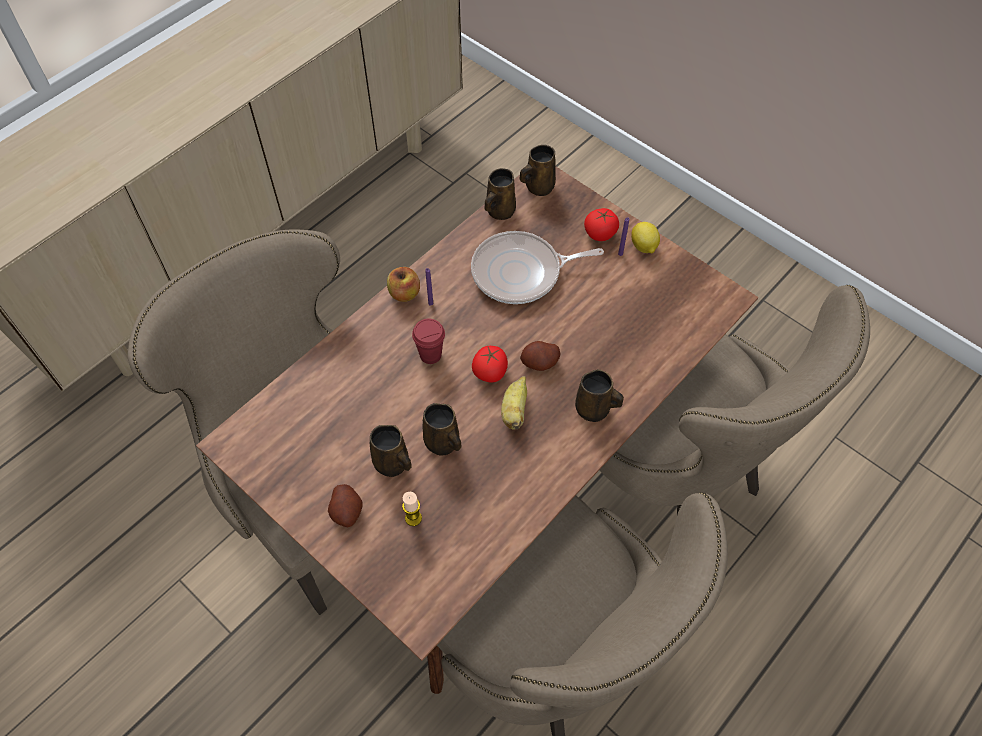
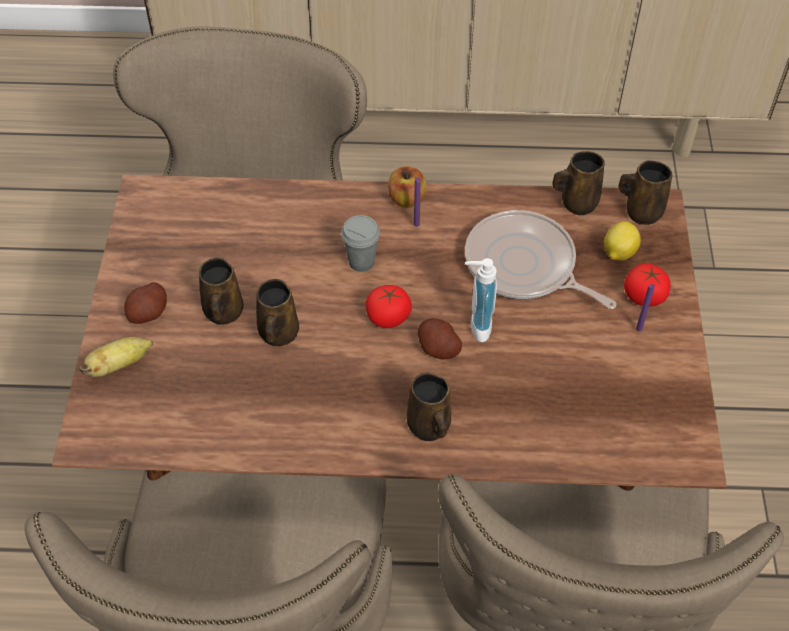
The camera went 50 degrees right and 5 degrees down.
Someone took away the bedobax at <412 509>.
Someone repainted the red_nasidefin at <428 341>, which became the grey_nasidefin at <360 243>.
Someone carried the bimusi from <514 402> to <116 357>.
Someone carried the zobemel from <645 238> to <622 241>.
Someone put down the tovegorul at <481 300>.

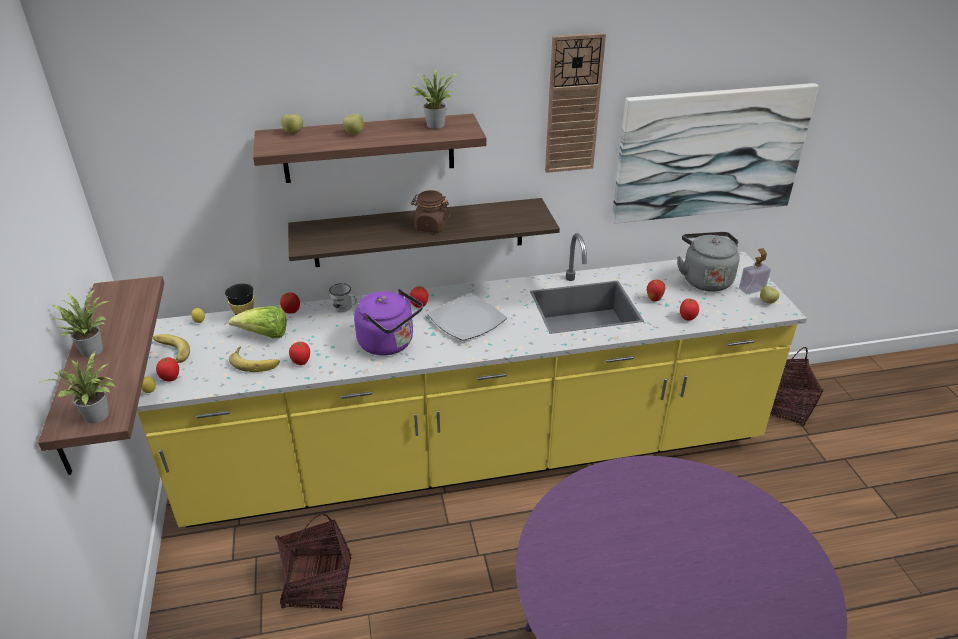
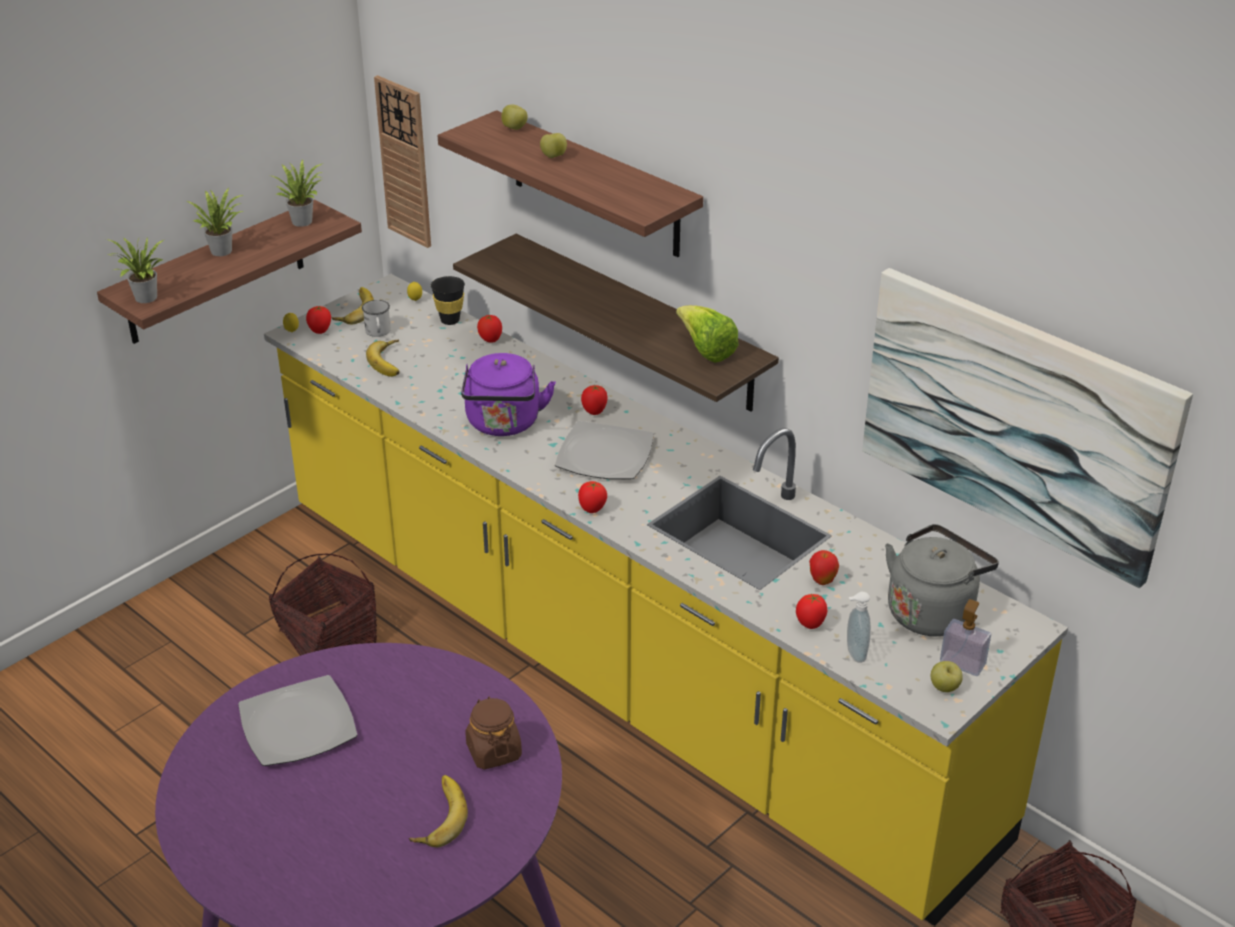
The camera went 55 degrees right and 0 degrees up.
Someone carried the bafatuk from <258 322> to <707 334>.
Someone carried the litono from <299 353> to <592 497>.
Someone carried the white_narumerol from <343 297> to <376 318>.
Someone carried the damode from <434 99> to <297 193>.
Someone carried the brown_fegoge from <430 211> to <493 733>.
Someone carried the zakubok from <575 103> to <402 161>.
Someone put down the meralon at <298 720>.
Someone put down the bimusi at <438 811>.
Someone put down the tovegorul at <859 627>.

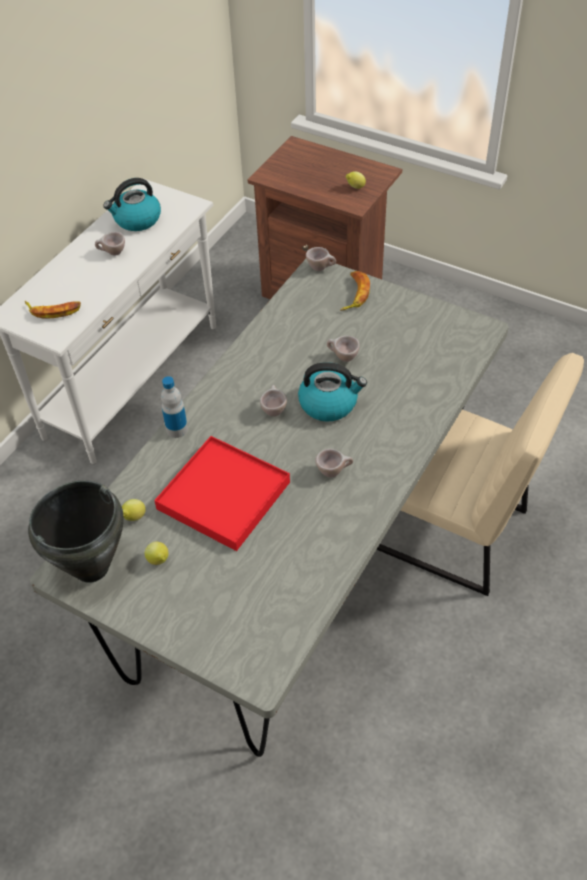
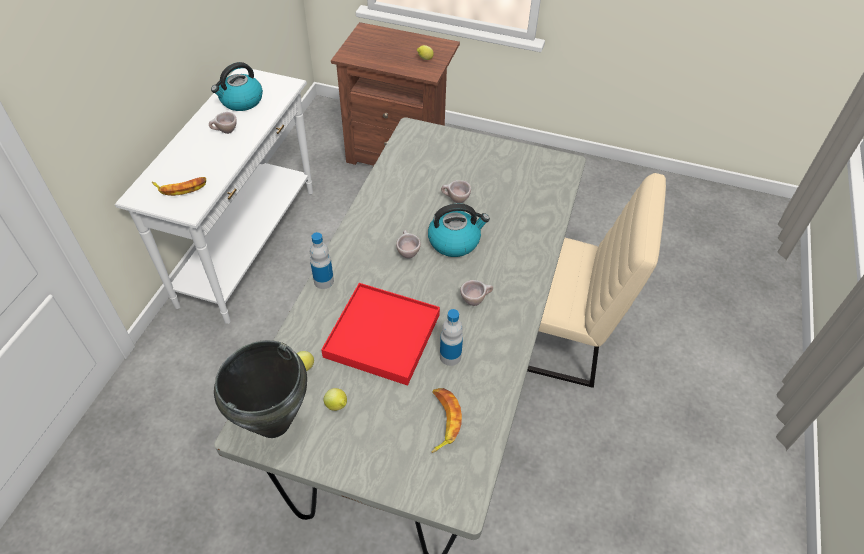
The camera went 15 degrees left and 0 degrees up.
Someone took away the beige_nasidefin at <321 259>.
Someone carried the bimusi from <355 291> to <446 420>.
Someone put down the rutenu at <451 337>.

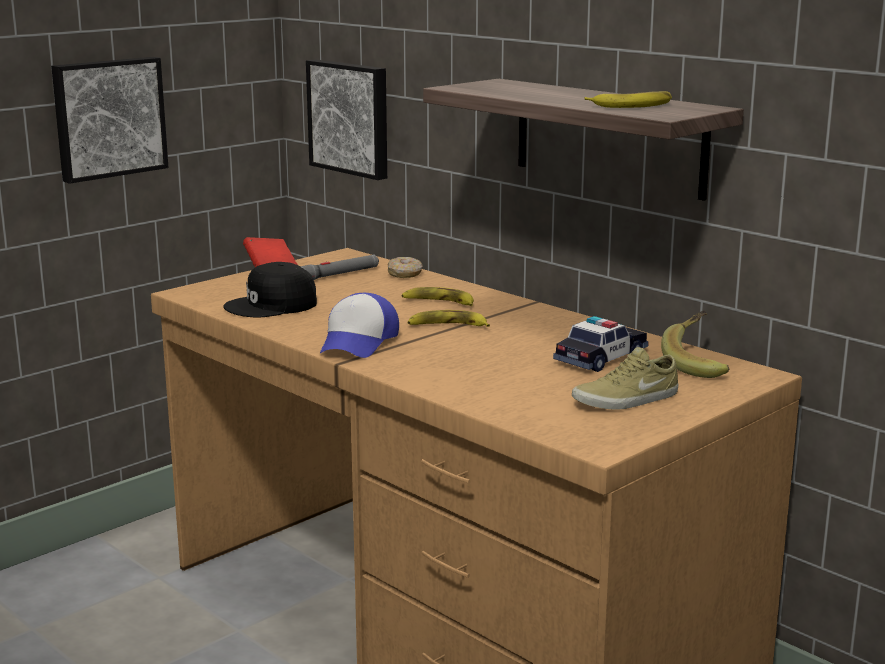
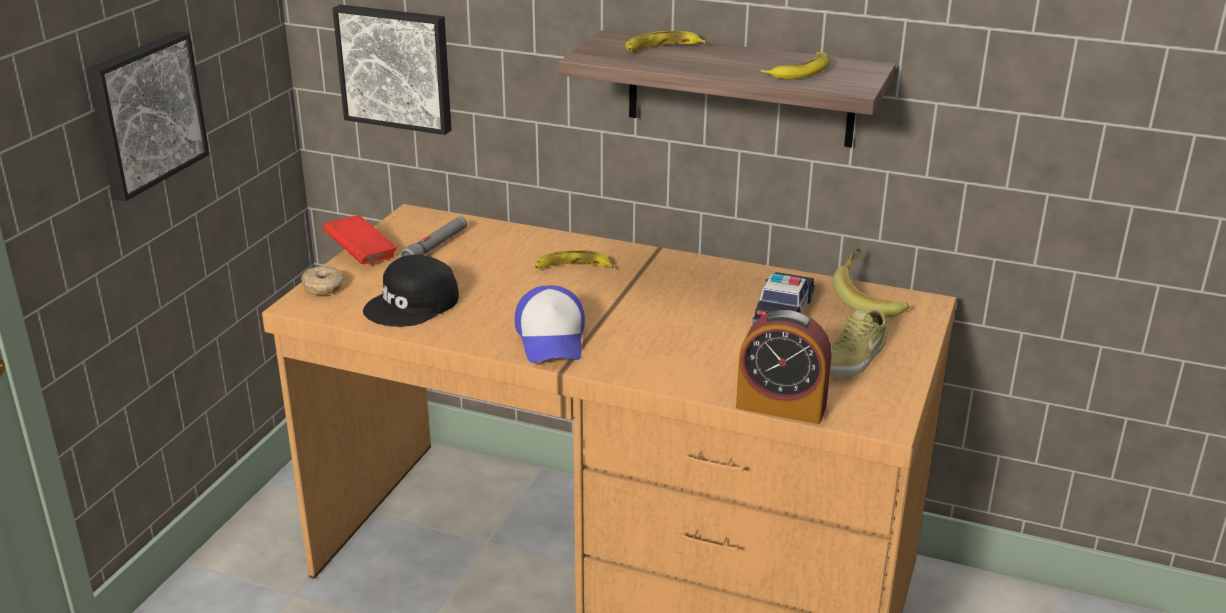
The camera went 25 degrees left and 10 degrees up.
Someone carried the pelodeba from <405 267> to <322 280>.
Someone carried the bimusi from <448 318> to <666 41>.
Someone put down the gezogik at <784 367>.

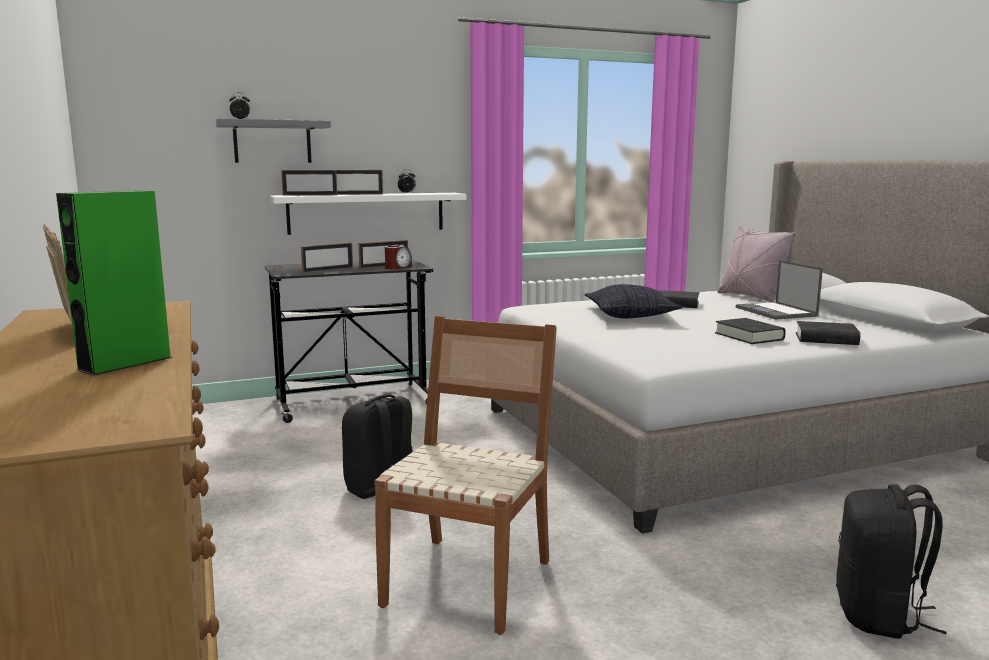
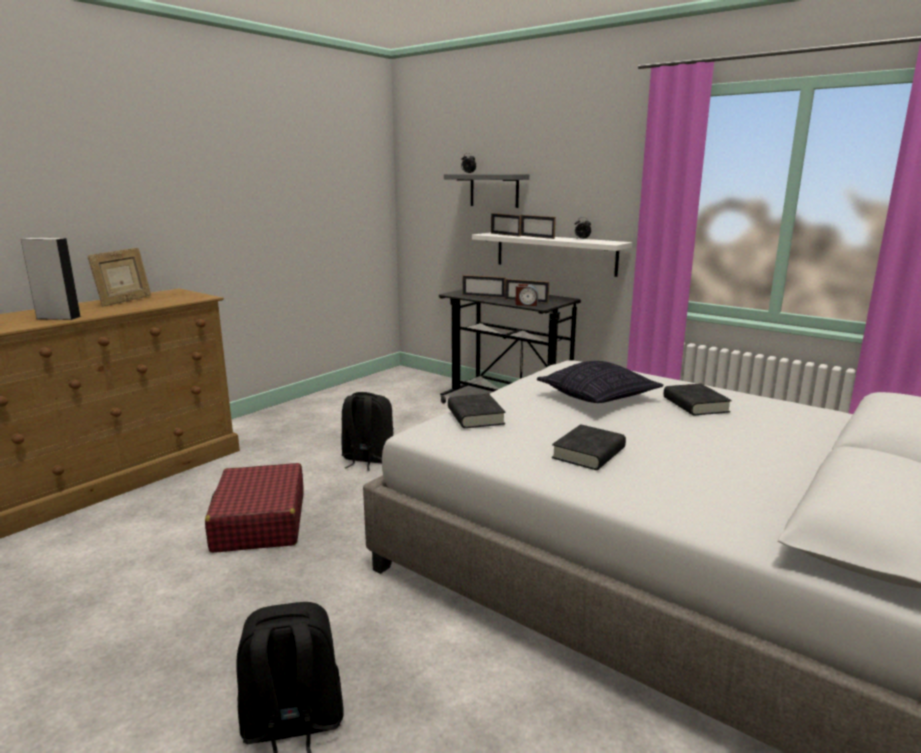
The camera went 60 degrees right and 5 degrees up.
Someone repainted the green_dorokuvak at <114 283>, which became the grey_dorokuvak at <51 279>.
Someone swapped the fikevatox at <466 475> for the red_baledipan at <254 508>.
Someone took away the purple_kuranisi at <756 264>.
Someone took away the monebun at <779 290>.
Someone carried the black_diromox from <828 333> to <476 411>.

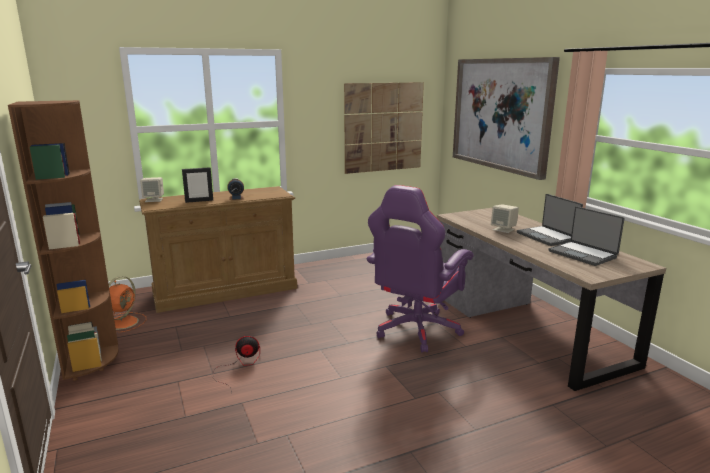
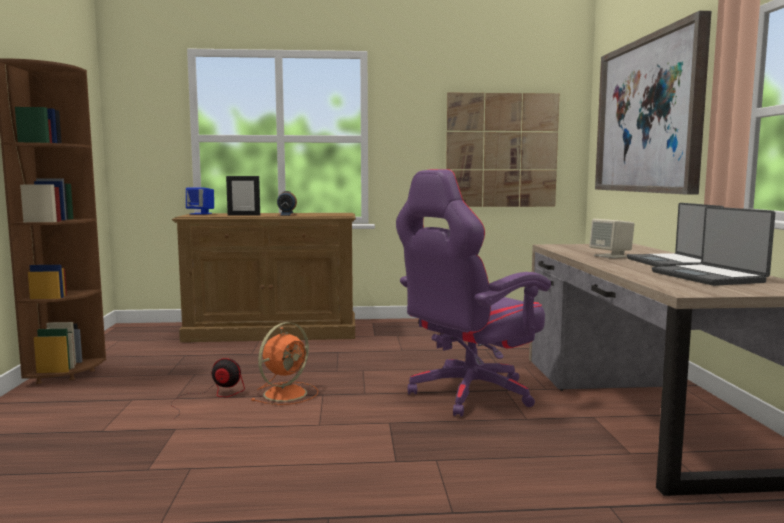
The camera went 20 degrees right and 10 degrees down.
Someone carried the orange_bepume from <127 304> to <285 363>.
Someone repainted the beige_dorokuvak at <152 189>, which became the blue_dorokuvak at <200 201>.

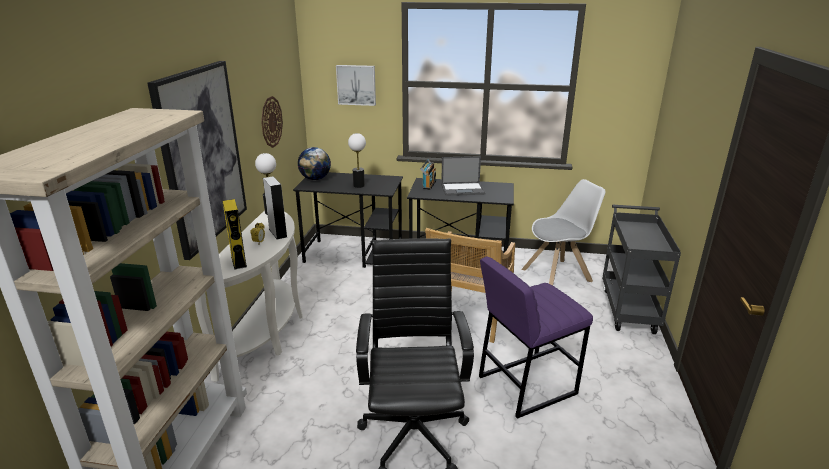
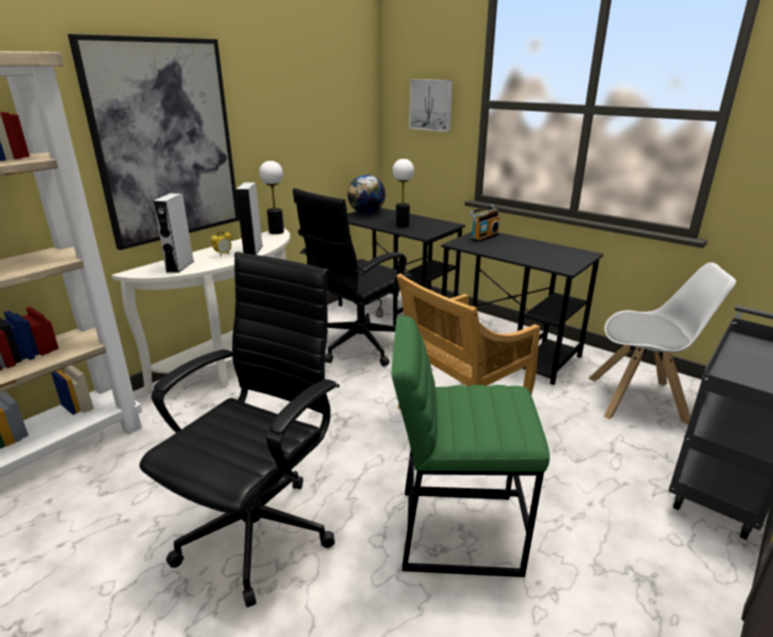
The camera went 30 degrees right and 0 degrees up.
Someone repainted the yellow_dorokuvak at <234 234>, which became the grey_dorokuvak at <173 233>.
Someone took away the zakubok at <272 122>.
Someone took away the monebun at <463 176>.
Someone repainted the purple_fikevatox at <536 338>, which became the green_fikevatox at <470 446>.
Someone put down the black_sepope at <353 277>.

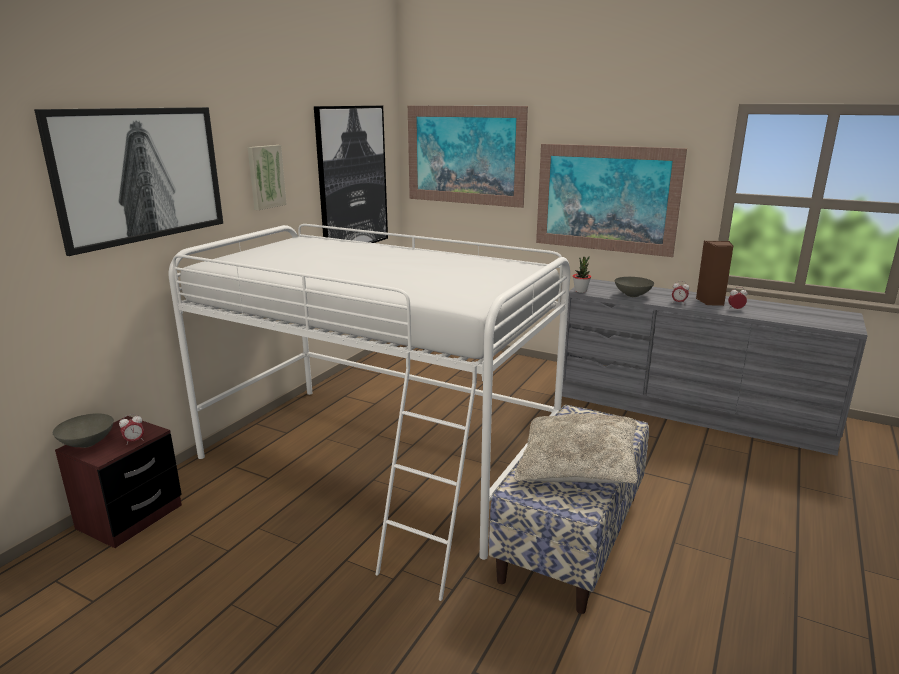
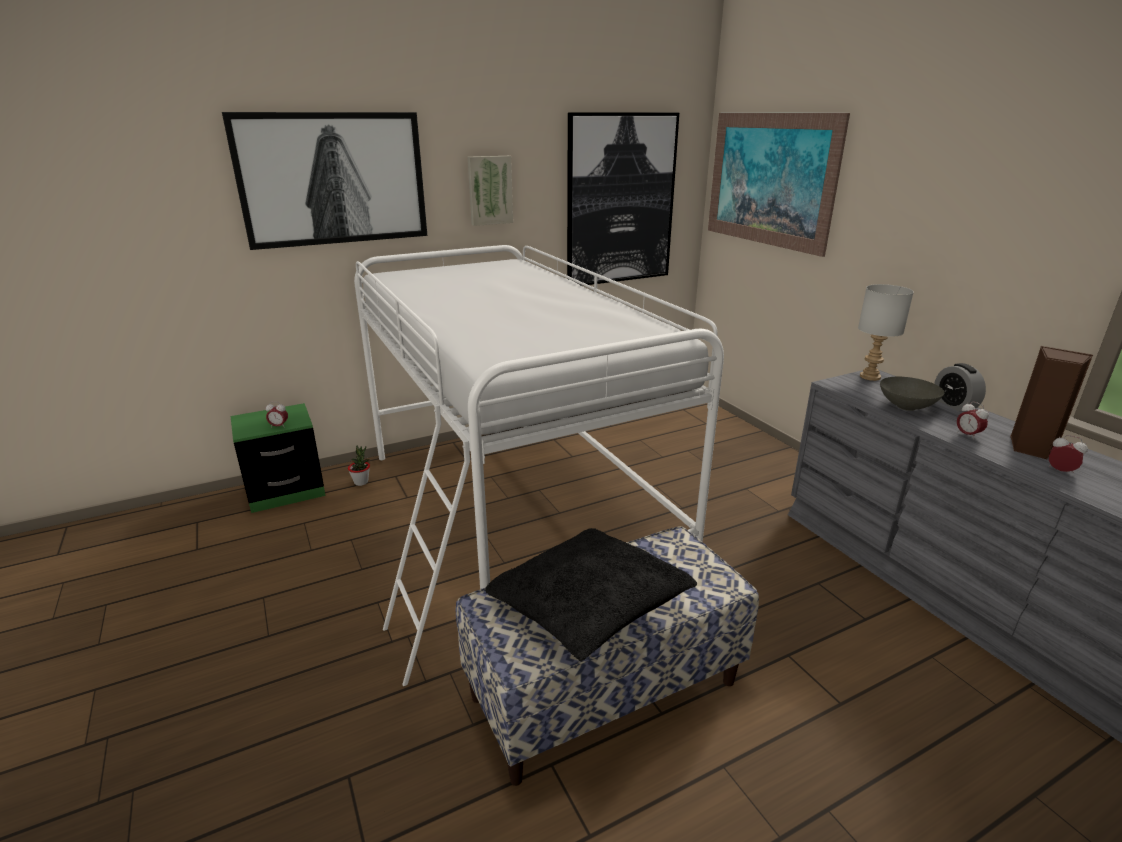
The camera went 35 degrees right and 5 degrees up.
Someone took away the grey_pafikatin at <83 430>.
Someone repainted the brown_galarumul at <118 482>, which became the green_galarumul at <278 458>.
Someone repainted the beige_kuranisi at <576 449>, which became the black_kuranisi at <591 594>.
Someone took away the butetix at <611 200>.
Someone carried the damode from <582 274> to <359 466>.
Someone put down the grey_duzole at <886 332>.
Someone put down the gezogik at <960 387>.

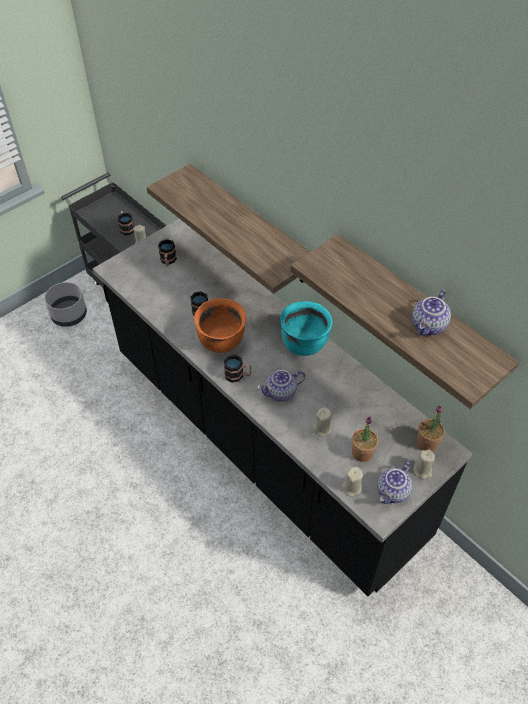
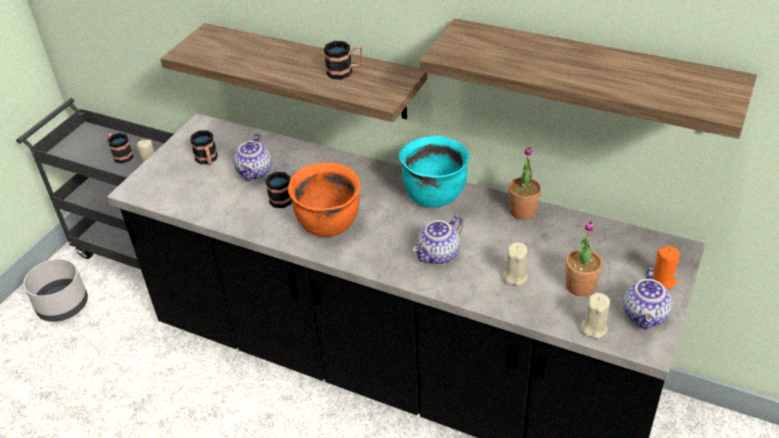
The camera went 20 degrees left and 10 degrees down.
Someone carried the narumerol from <238 369> to <343 60>.
Someone carried the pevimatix from <431 312> to <253 157>.
Someone repainted the beige_bedobax at <424 464>, which became the orange_bedobax at <666 267>.
Someone carried the damode from <431 428> to <524 183>.

